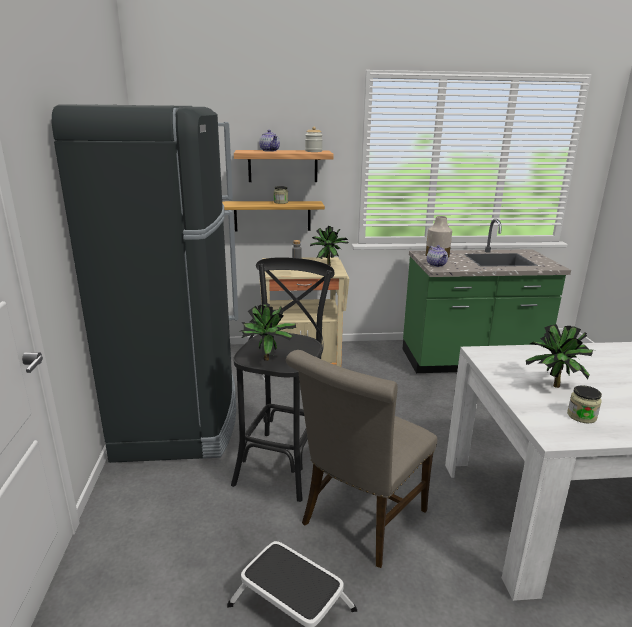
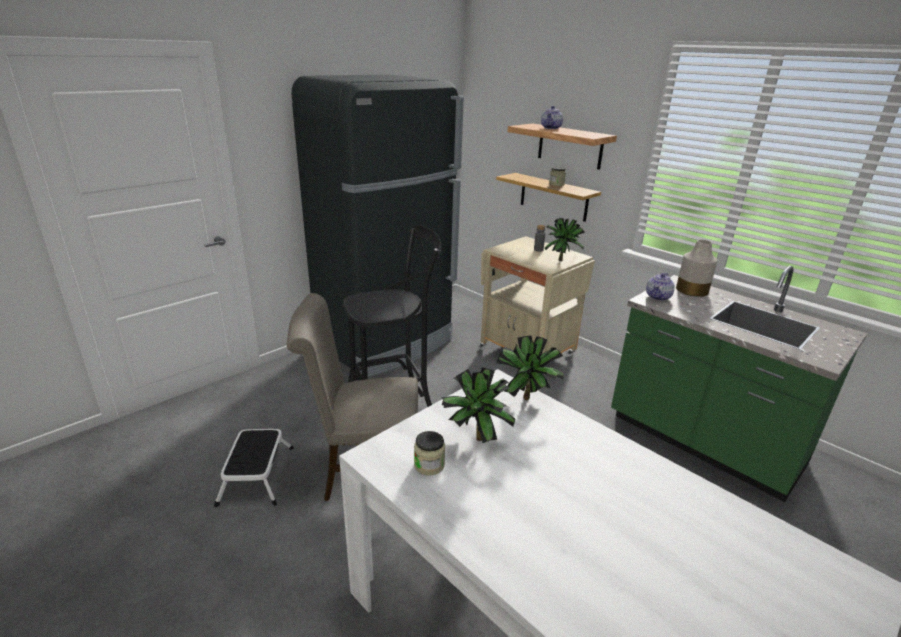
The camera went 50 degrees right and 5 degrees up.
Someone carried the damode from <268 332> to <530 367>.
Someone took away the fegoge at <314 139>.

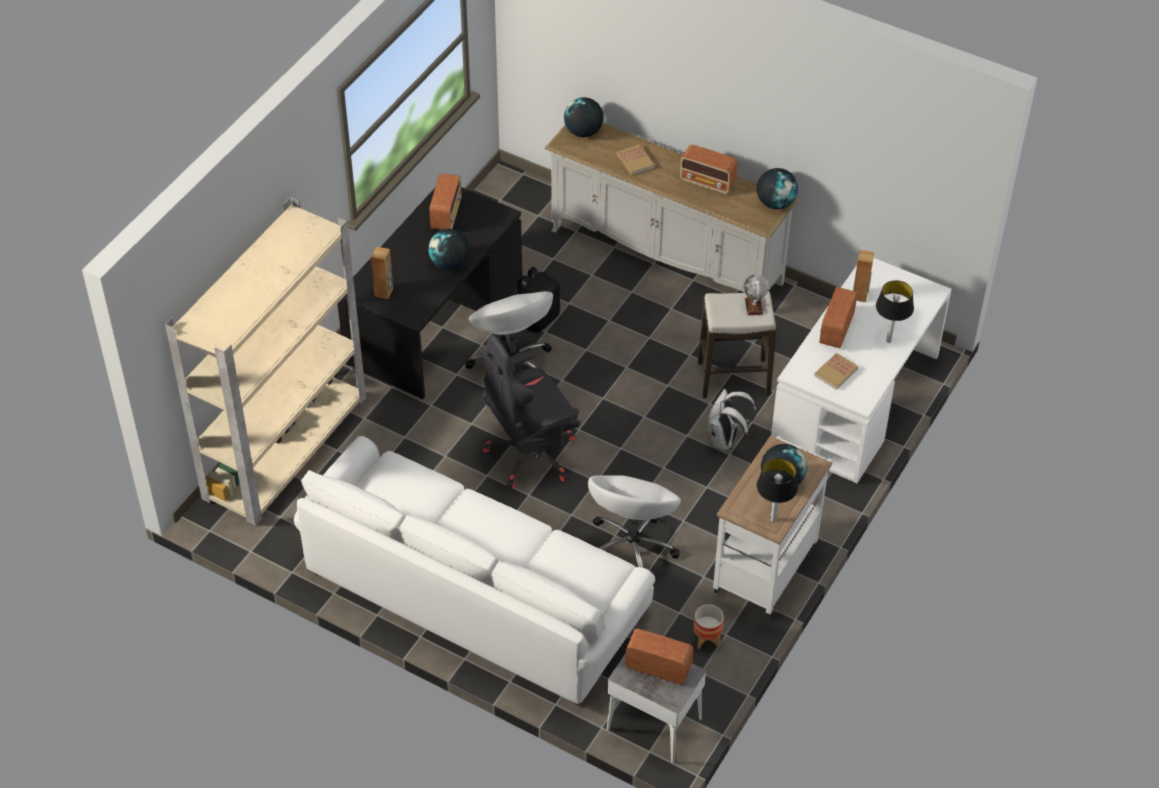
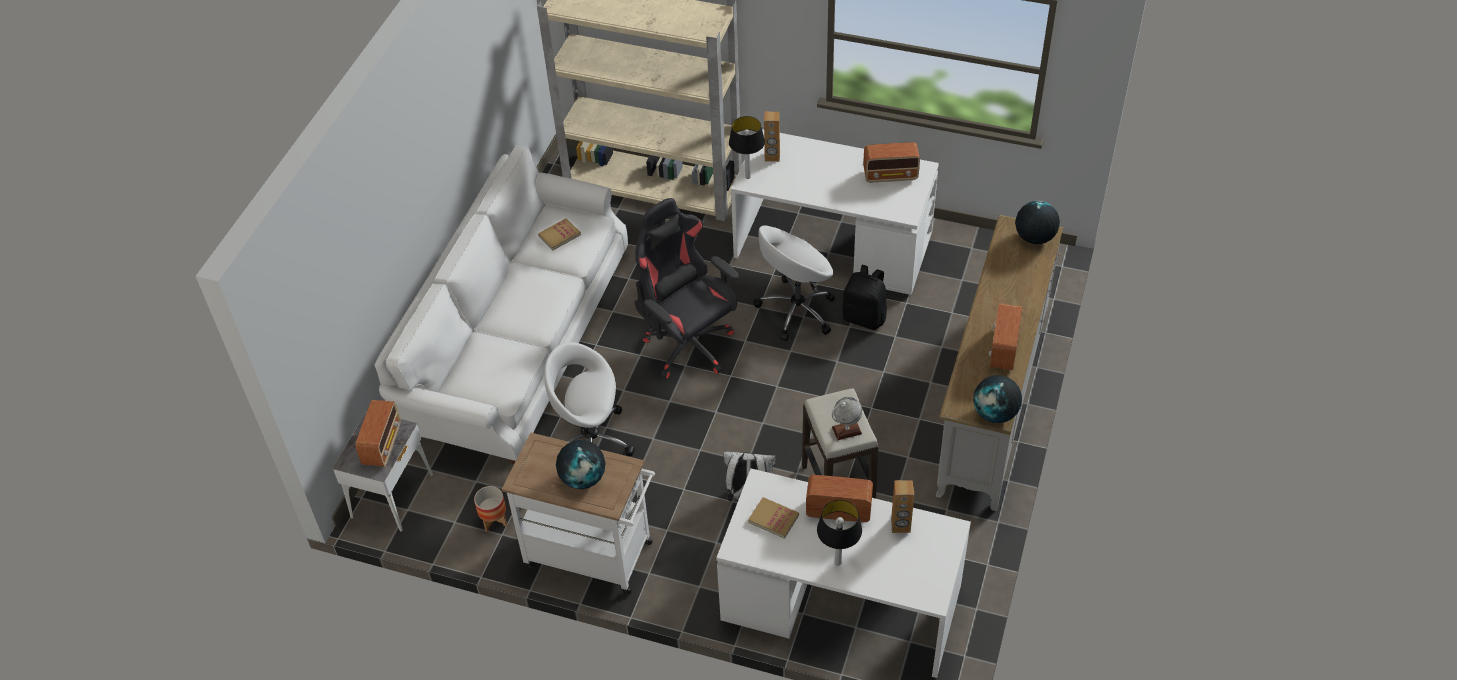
The camera went 80 degrees right and 0 degrees up.
Someone repainted the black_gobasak at <430 293>, which became the white_gobasak at <835 212>.
Someone took away the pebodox at <449 249>.
Someone carried the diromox from <636 159> to <559 234>.
Someone carried the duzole from <777 490> to <747 147>.

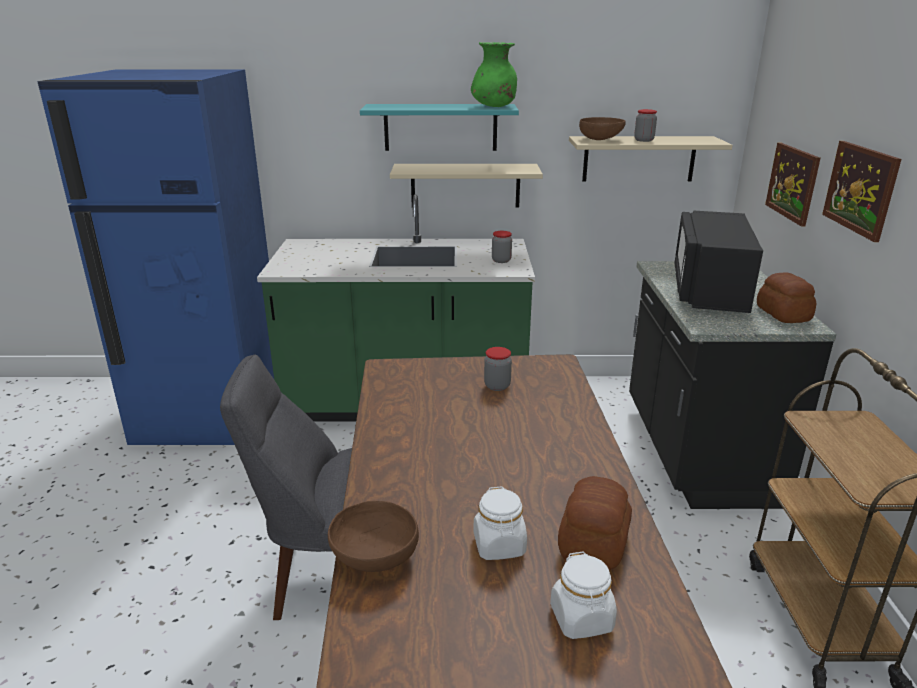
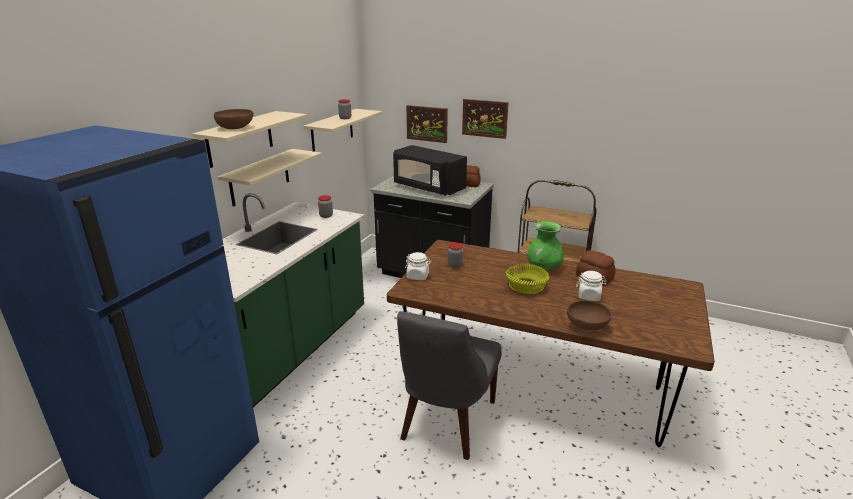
The camera went 65 degrees left and 0 degrees up.
Someone repainted the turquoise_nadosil at <439 127>, which became the beige_nadosil at <249 139>.
Someone carried the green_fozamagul from <494 74> to <545 245>.
Someone carried the white_fegoge from <583 595> to <418 266>.
Someone carried the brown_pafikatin from <602 128> to <234 119>.
Someone put down the yellow_pafikatin at <527 279>.

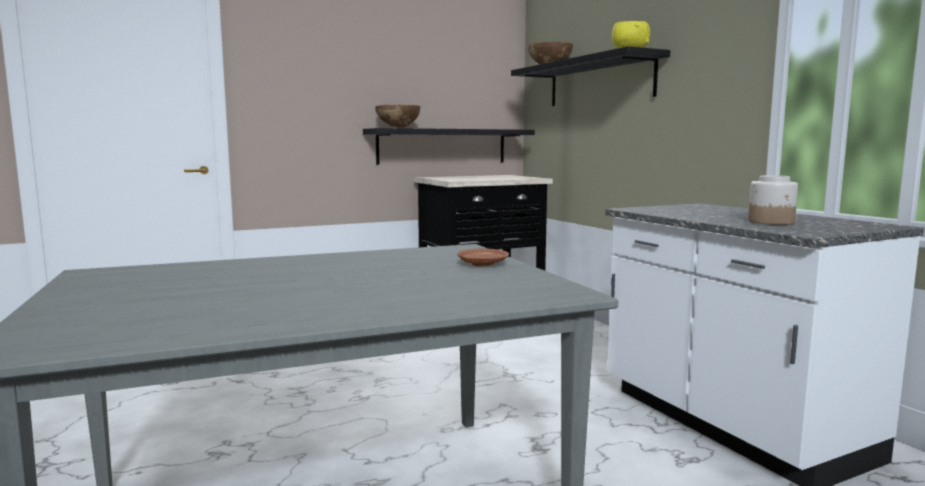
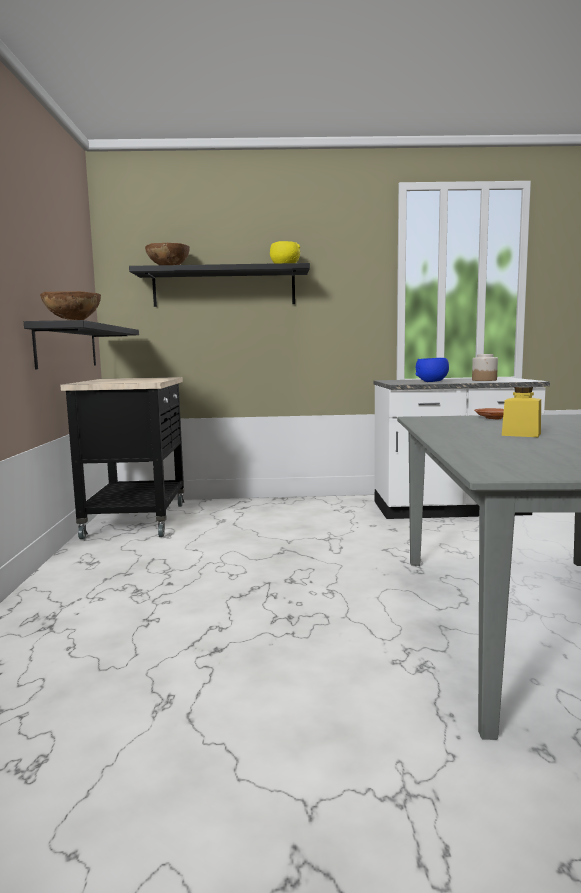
The camera went 65 degrees left and 0 degrees up.
Someone put down the blue_pafikatin at <432 370>.
Someone put down the yellow_fegoge at <521 411>.

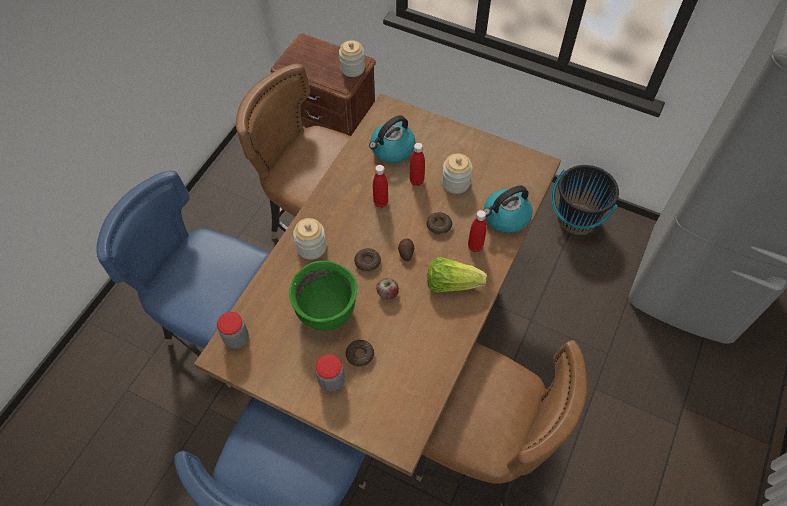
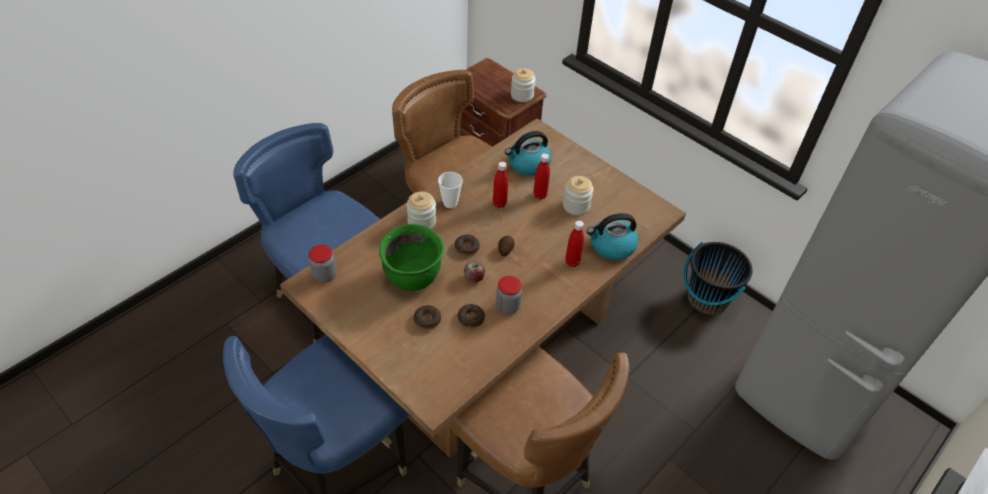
The camera went 15 degrees right and 10 degrees down.
Someone carried the fegoge from <330 373> to <509 295>.
Someone carried the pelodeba from <439 223> to <471 316>.
Someone took away the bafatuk at <457 274>.
Someone put down the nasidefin at <450 190>.

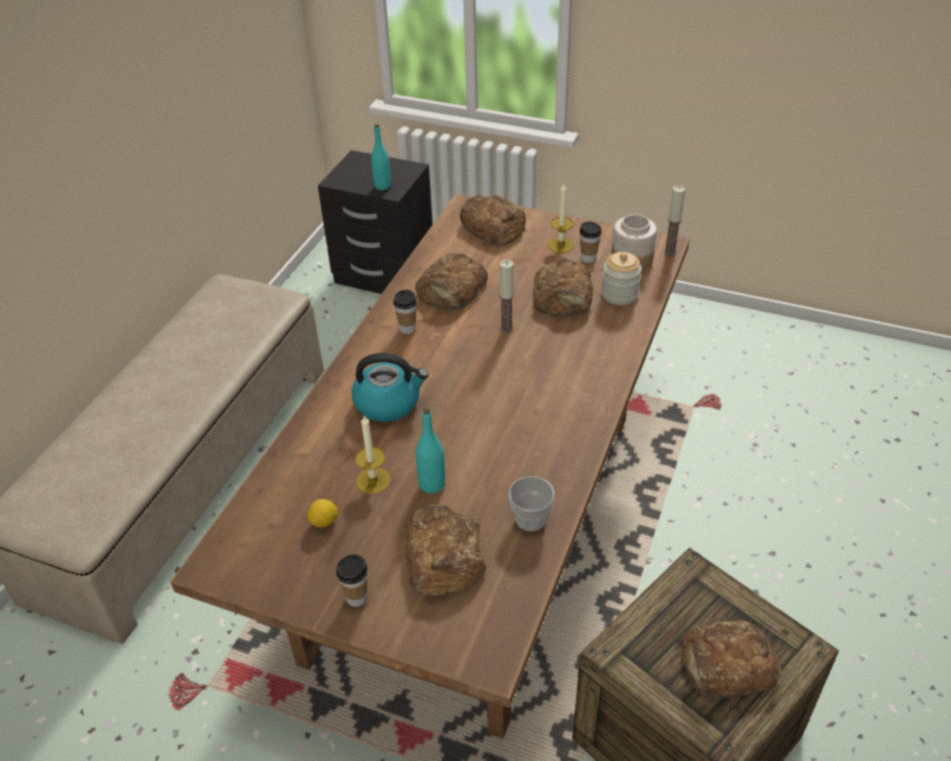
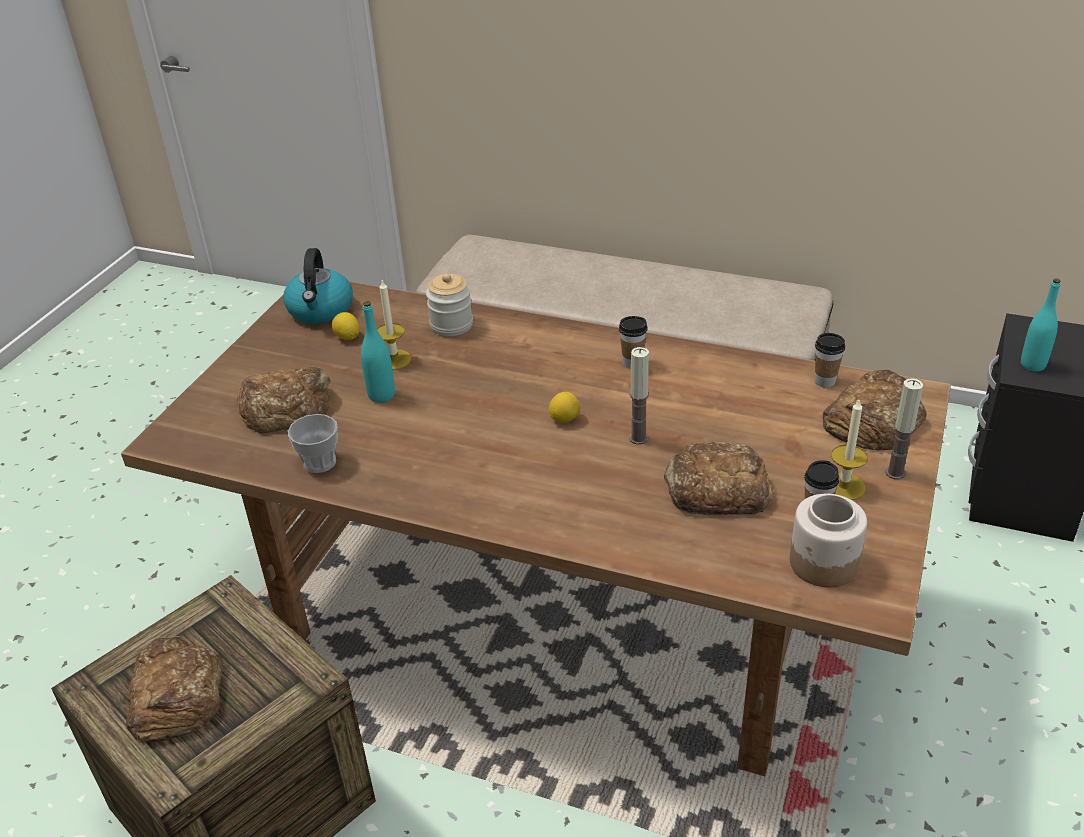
The camera went 90 degrees right and 5 degrees down.
Someone carried the nasidefin from <352 580> to <830 360>.
Someone carried the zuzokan from <390 387> to <318 286>.
Someone took away the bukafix at <451 282>.
Someone carried the fegoge from <622 278> to <449 304>.
Someone carried the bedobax from <674 220> to <904 428>.
Someone put down the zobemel at <564 407>.

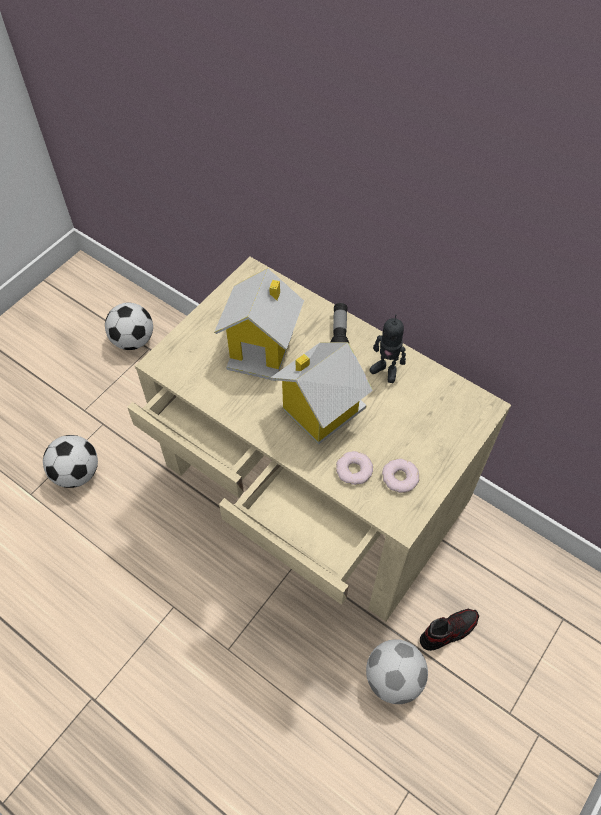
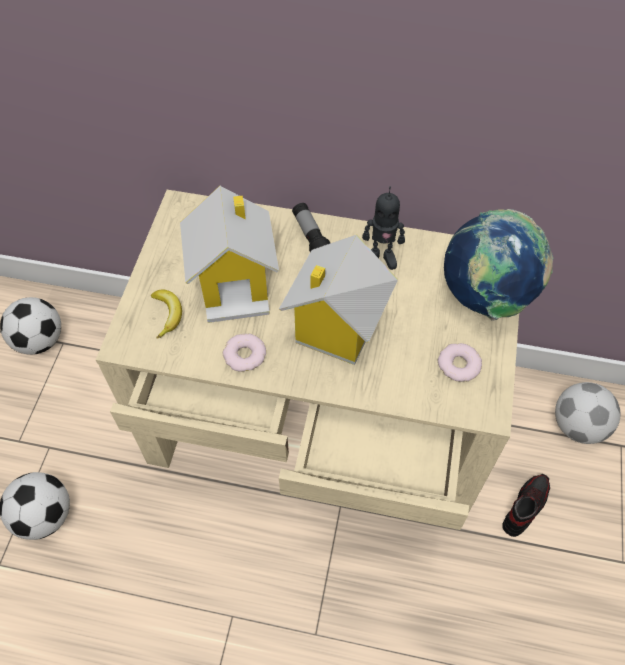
The camera went 25 degrees left and 0 degrees up.
Someone carried the pelodeba from <354 468> to <244 353>.
Someone carried the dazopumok from <397 671> to <588 413>.
Someone put down the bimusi at <166 314>.
Someone put down the pebodox at <498 265>.

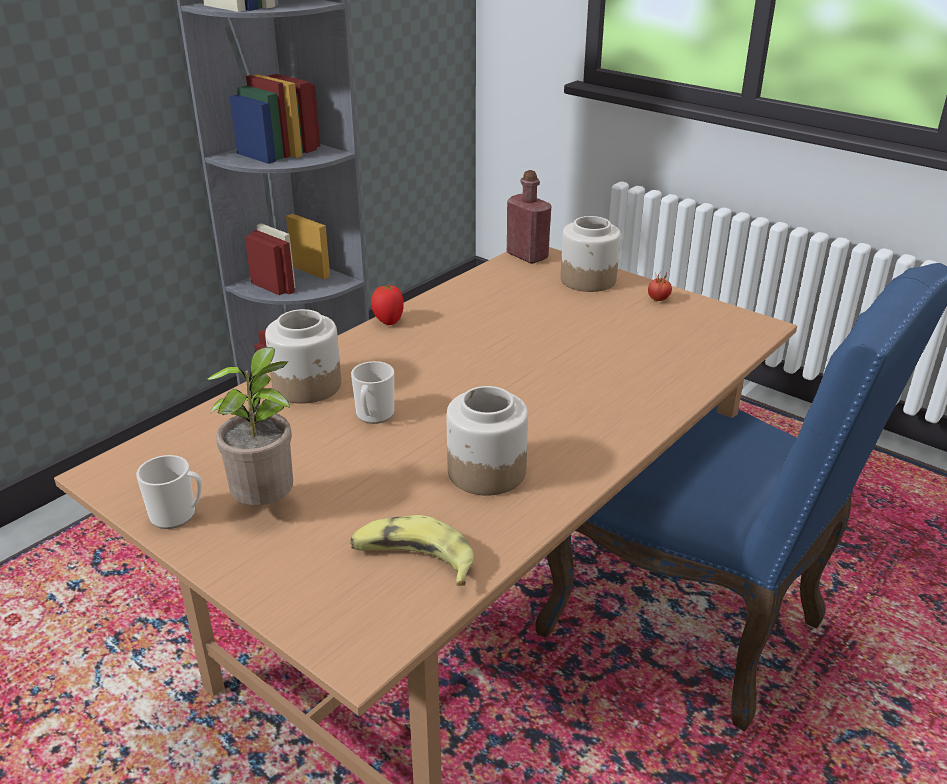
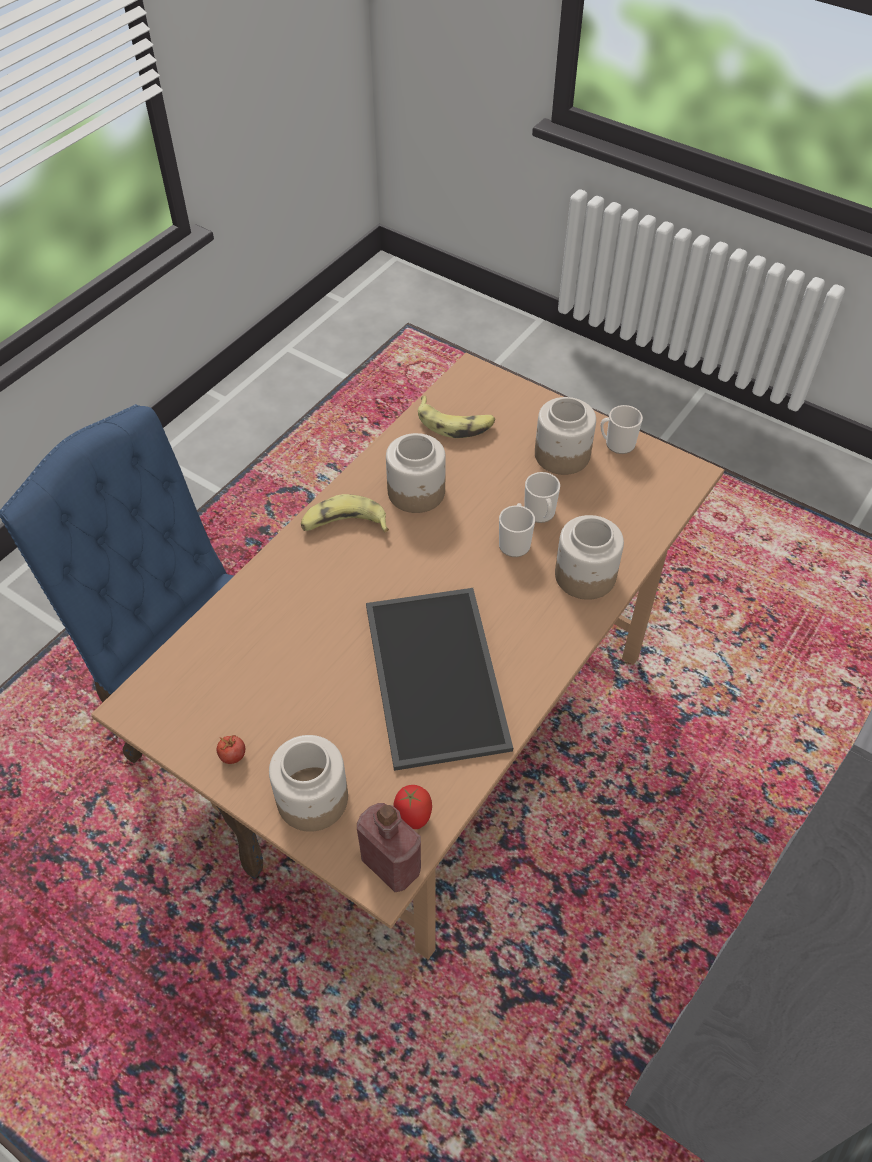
The camera went 175 degrees right and 20 degrees up.
Someone swapped the damode at <250 426> for the fegoge at <565 436>.
Someone carried the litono from <387 304> to <413 807>.
Someone put down the bimusi at <345 513>.
Someone put down the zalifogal at <439 679>.
Someone put down the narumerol at <542 497>.

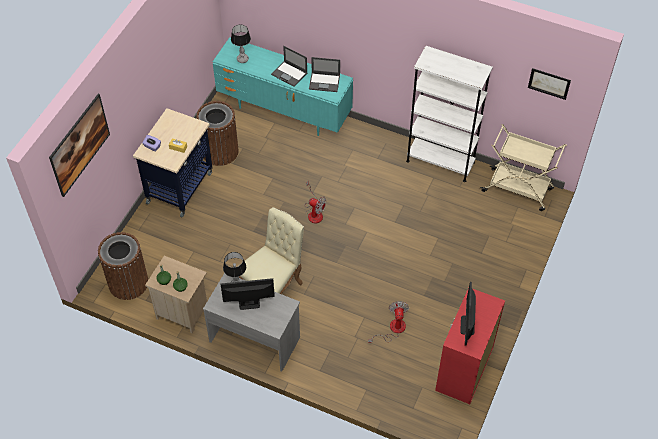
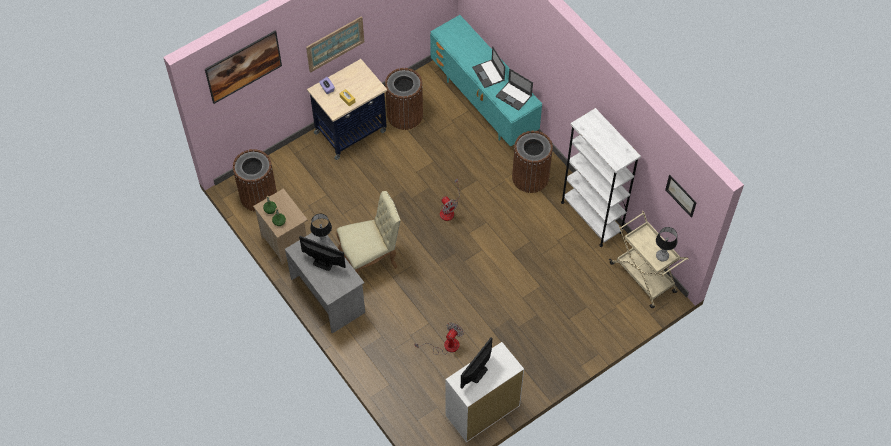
The camera went 30 degrees right and 5 degrees up.
Someone carried the duzole from <241 44> to <666 244>.
Someone repainted the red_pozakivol at <470 346>, which became the white_pozakivol at <485 392>.
Someone put up the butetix at <335 44>.
Someone put down the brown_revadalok at <532 162>.

